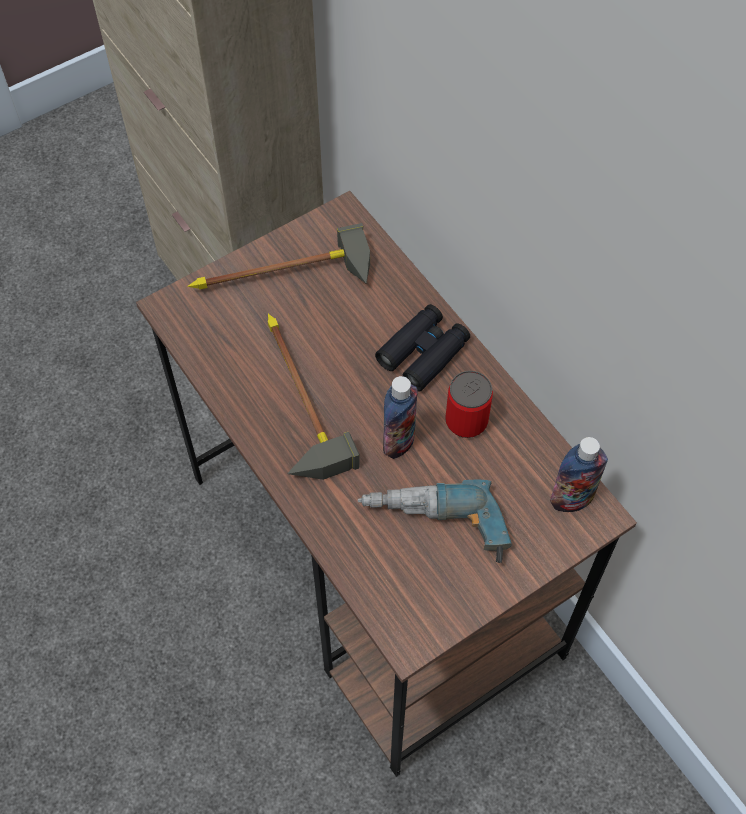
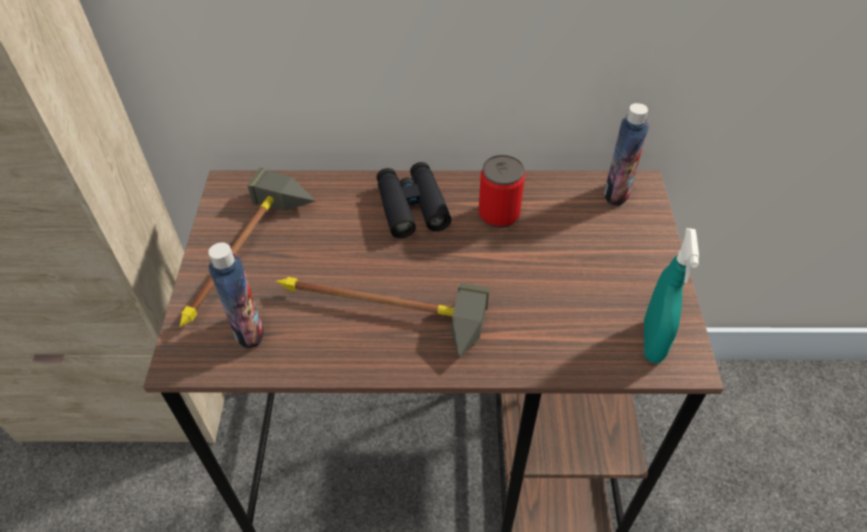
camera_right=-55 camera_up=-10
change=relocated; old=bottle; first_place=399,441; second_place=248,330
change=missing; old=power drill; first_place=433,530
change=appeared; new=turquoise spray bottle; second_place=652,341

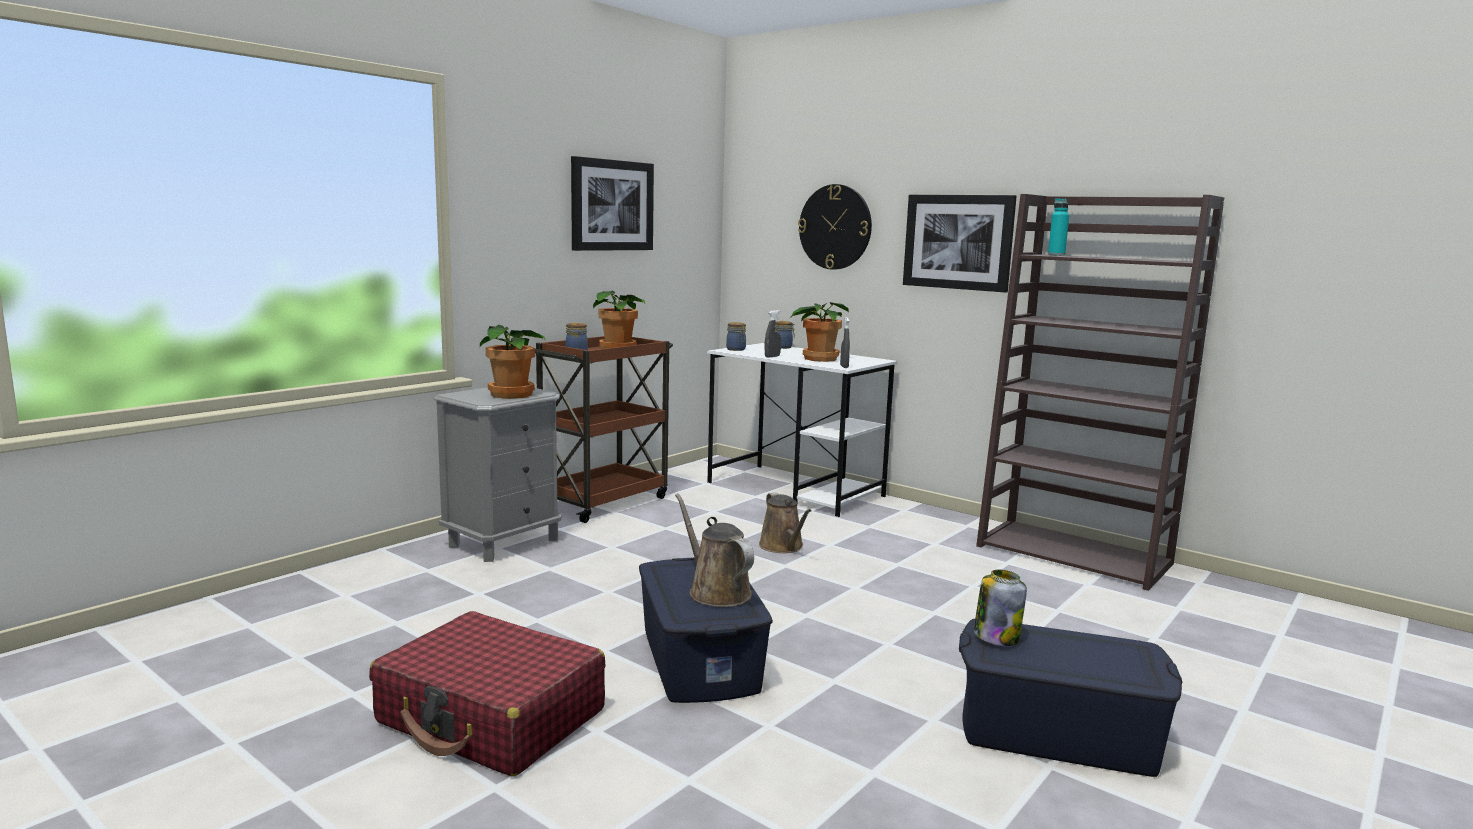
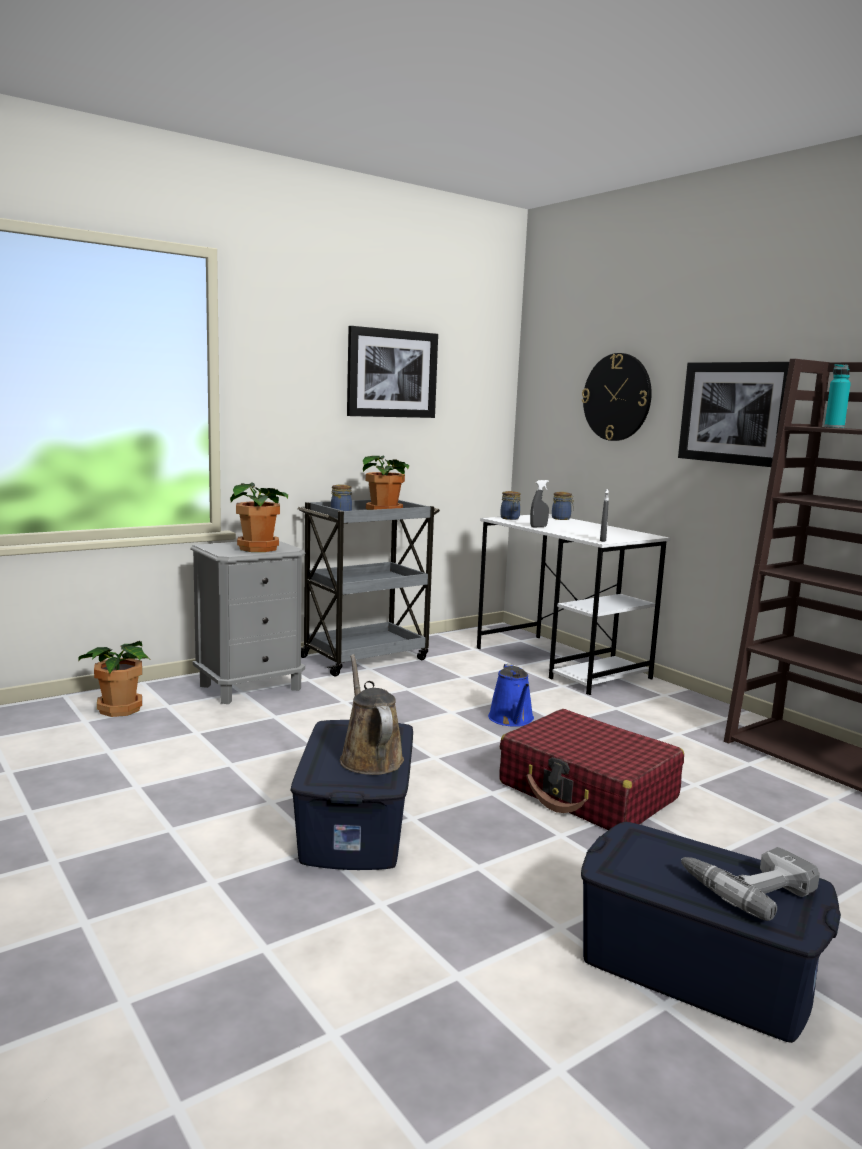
camera_right=15 camera_up=0
change=relocated; old=potted plant; first_place=819,359; second_place=119,709
change=colour; old=brown cart; new=grey cart; first_place=604,501; second_place=366,658
change=colour; old=brown watering can; new=blue watering can; first_place=783,547; second_place=512,720
change=missing; old=jar; first_place=996,637
change=relocated; old=red suitcase; first_place=491,717; second_place=588,791
change=appeared; new=power drill; second_place=747,886

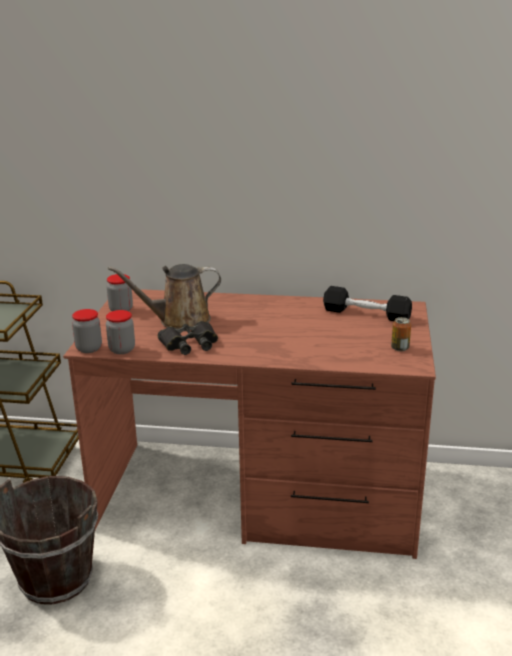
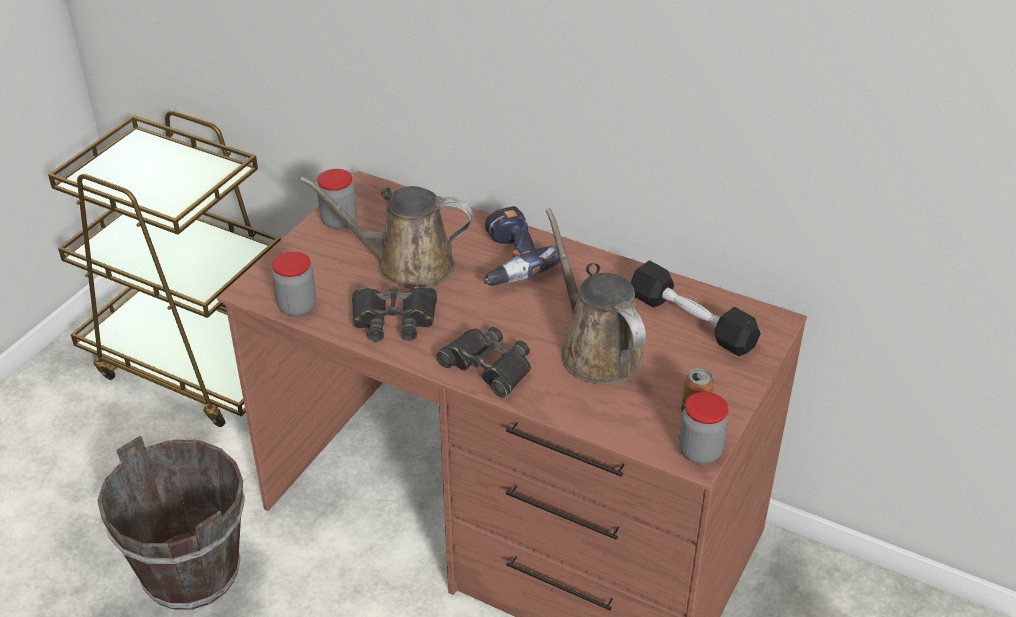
camera_right=20 camera_up=15
change=relocated; old=jar; first_place=89,348; second_place=700,451
change=appeared; new=power drill; second_place=507,260
change=appeared; new=brown watering can; second_place=596,350
change=appeared; new=black binoculars; second_place=488,366

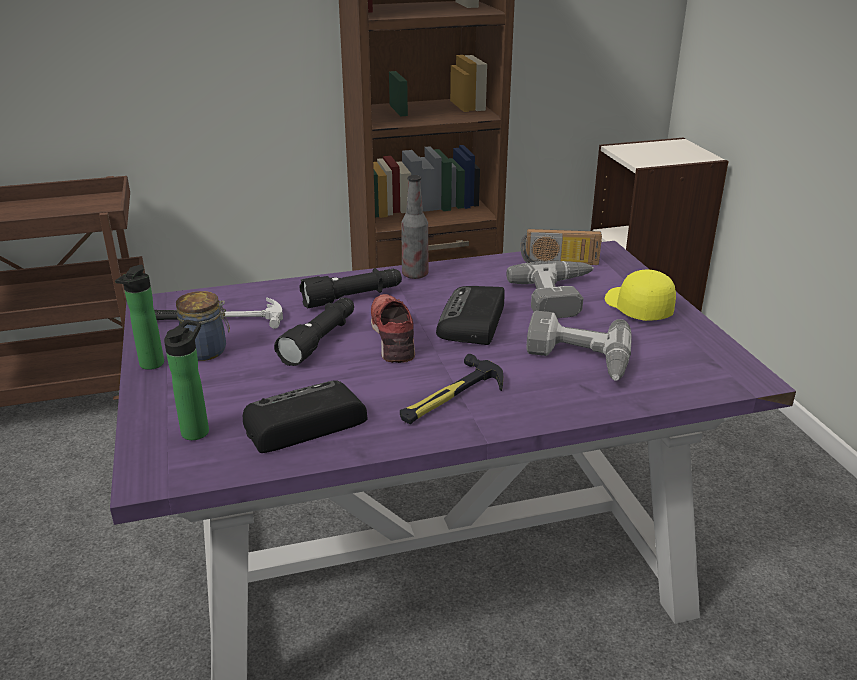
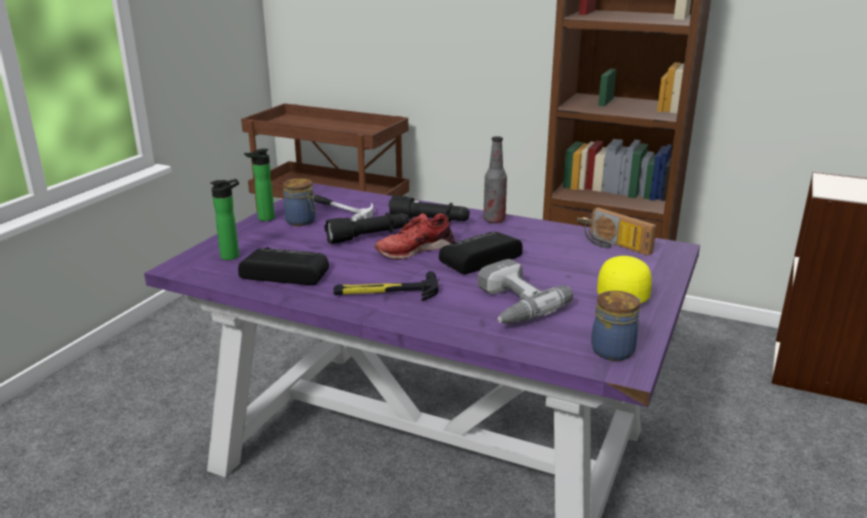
camera_right=40 camera_up=-5
change=missing; old=power drill; first_place=560,297
change=spun; old=red shoe; first_place=394,336; second_place=415,249; degrees=-150
change=appeared; new=jar; second_place=614,350

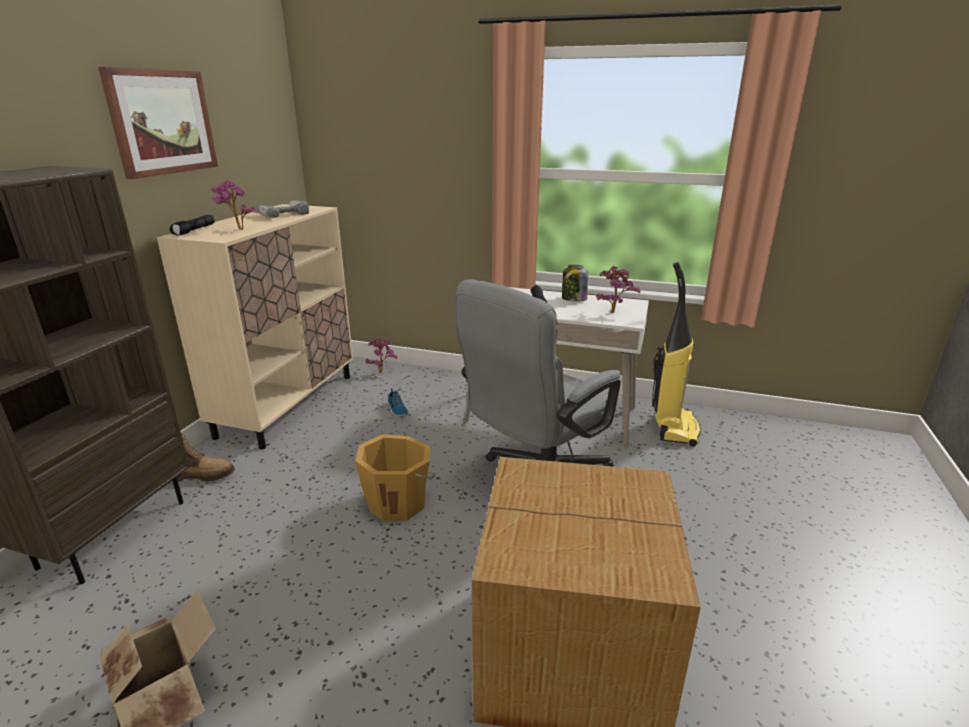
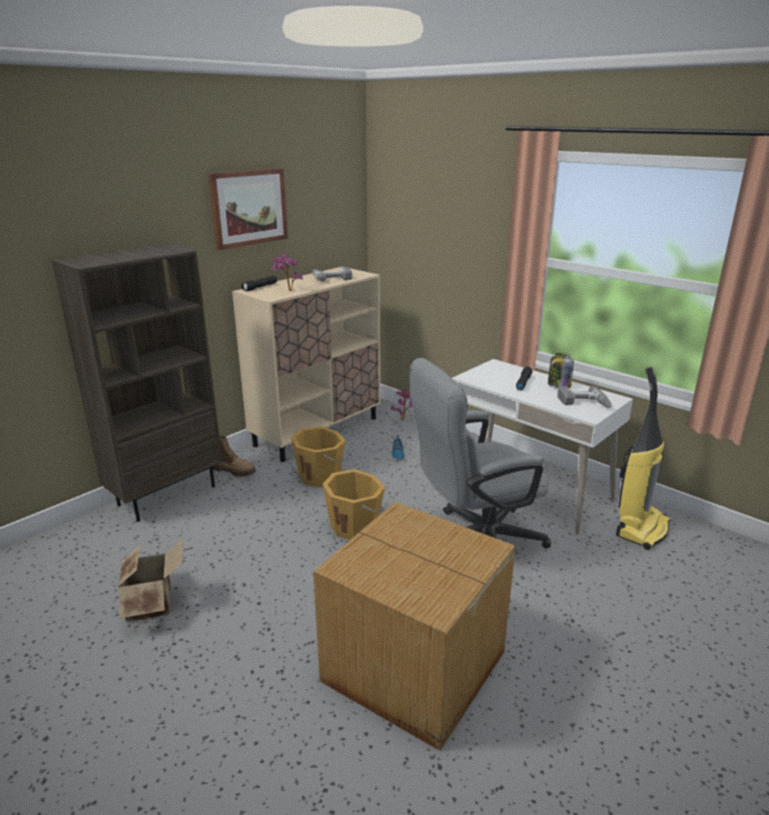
camera_right=25 camera_up=0
change=exchanged; old=potted plant; new=power drill; first_place=613,312; second_place=584,403
change=appeared; new=orange bucket; second_place=320,476

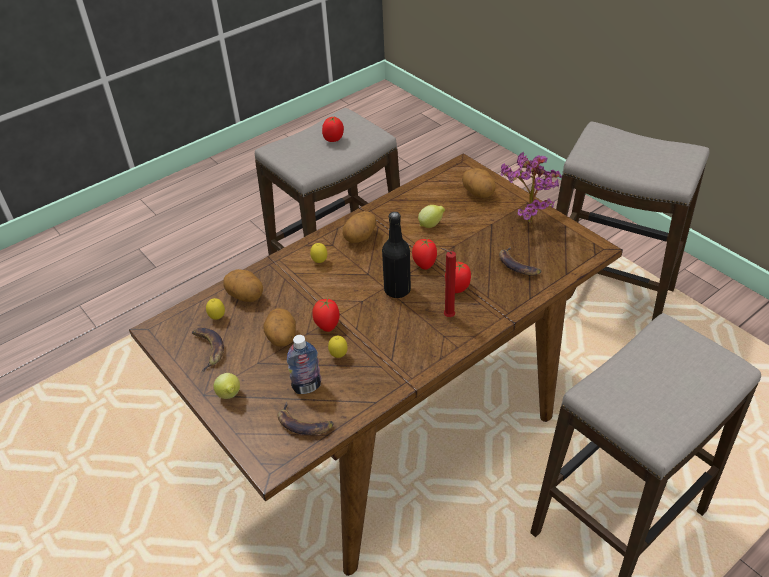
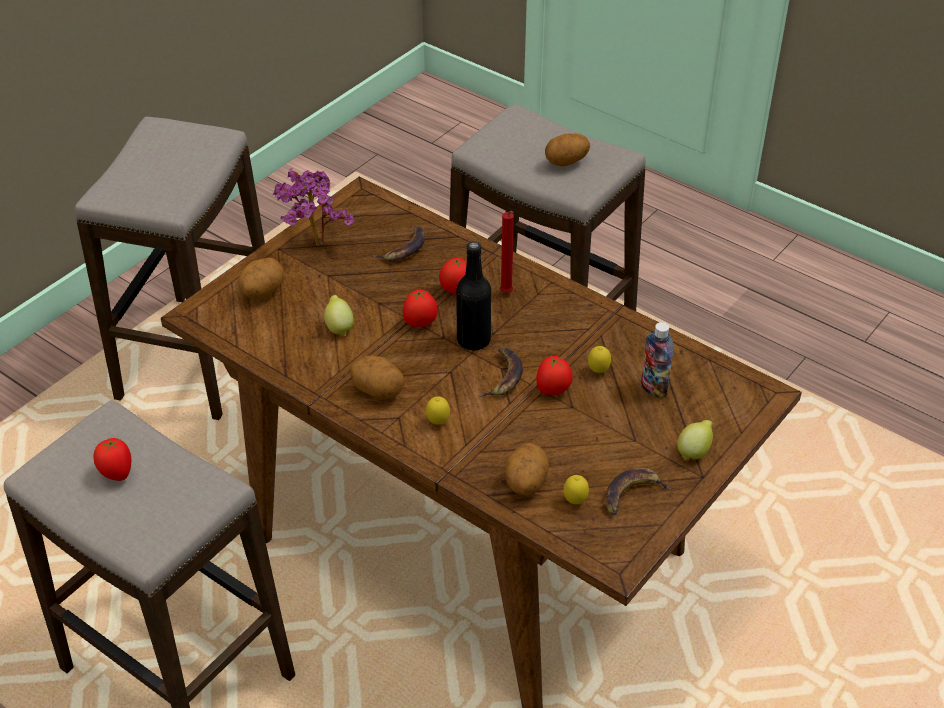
camera_right=-105 camera_up=0
change=relocated; old=potato; first_place=281,338; second_place=566,163
change=relocated; old=banana; first_place=304,423; second_place=503,376

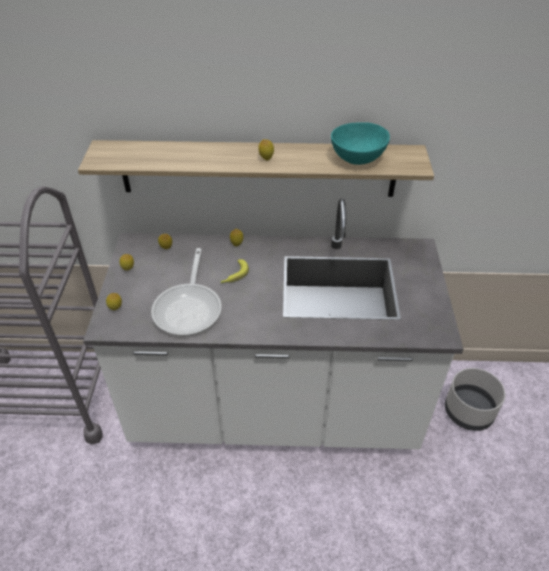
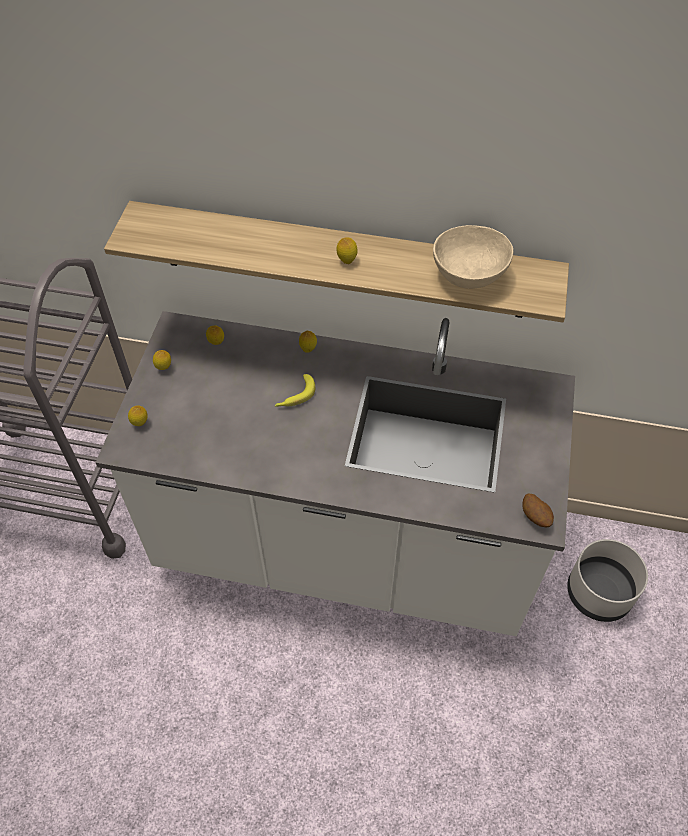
camera_right=10 camera_up=10
change=colour; old=turquoise bowl; new=beige bowl; first_place=359,159; second_place=470,277
change=missing; old=frying pan; first_place=189,308
change=appeared; new=potato; second_place=535,517

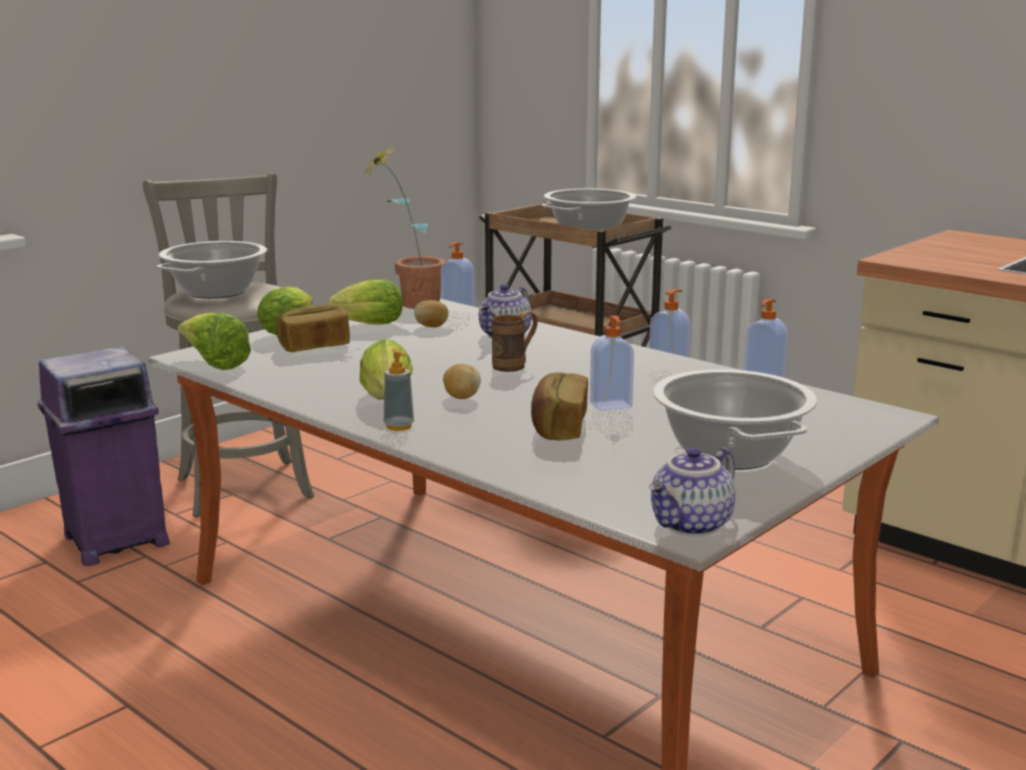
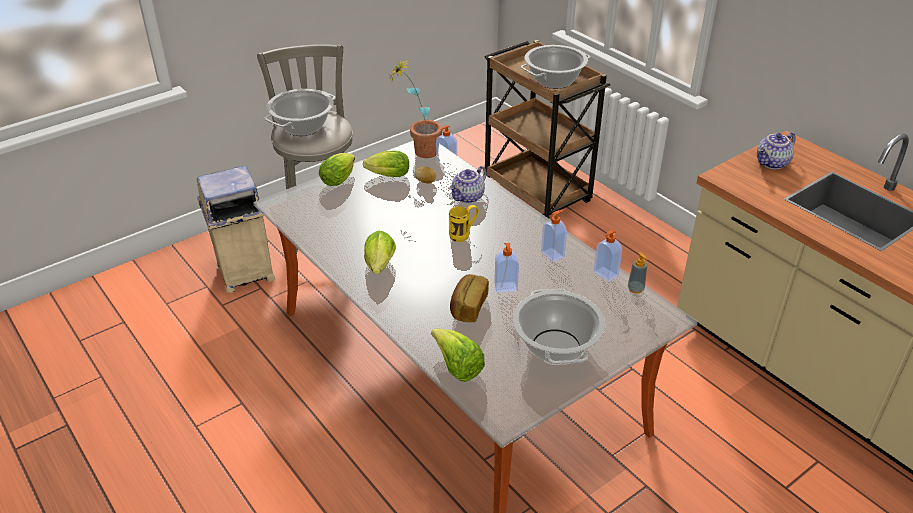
camera_right=10 camera_up=20
change=missing; old=bread; first_place=315,346
change=colour; old=brown mug; new=yellow mug; first_place=515,365; second_place=463,235
change=relocated; old=lettuce; first_place=214,364; second_place=457,367
change=colour; old=purple trash can; new=beige trash can; first_place=114,541; second_place=244,273
change=relocated; old=soap dispenser; first_place=399,426; second_place=635,289
change=missing; old=potato; first_place=461,397
change=relocated; old=teapot; first_place=692,525; second_place=772,163

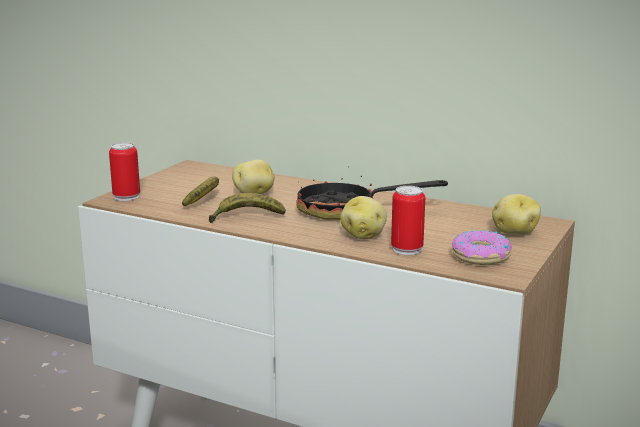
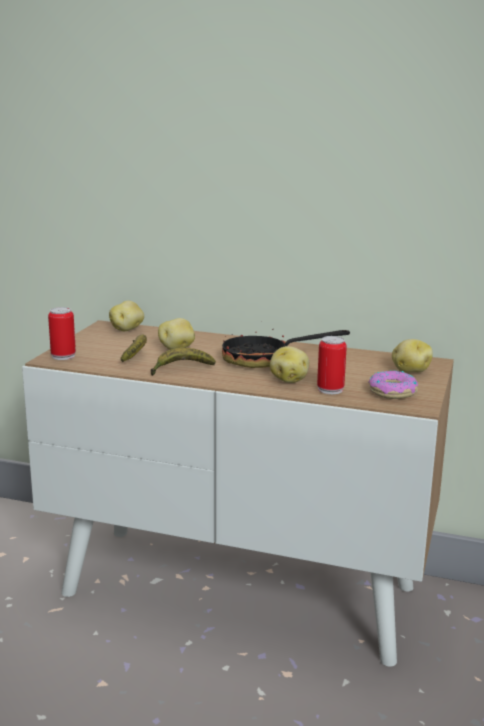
camera_right=-10 camera_up=0
change=appeared; new=potato; second_place=127,329

